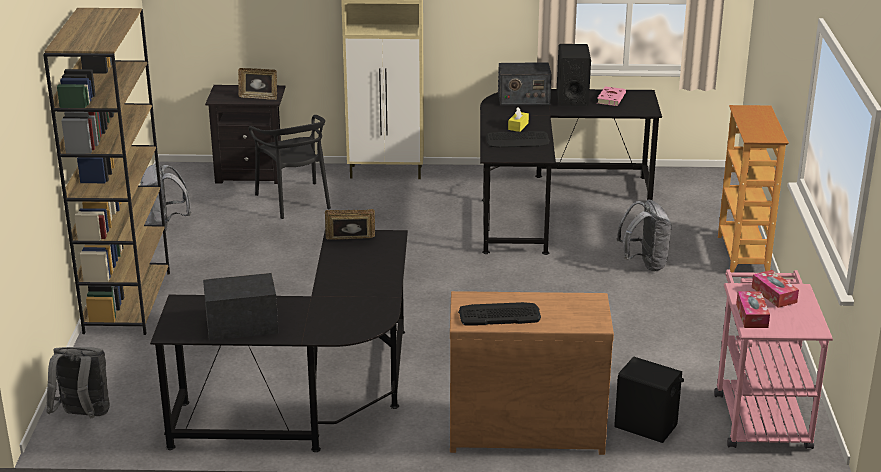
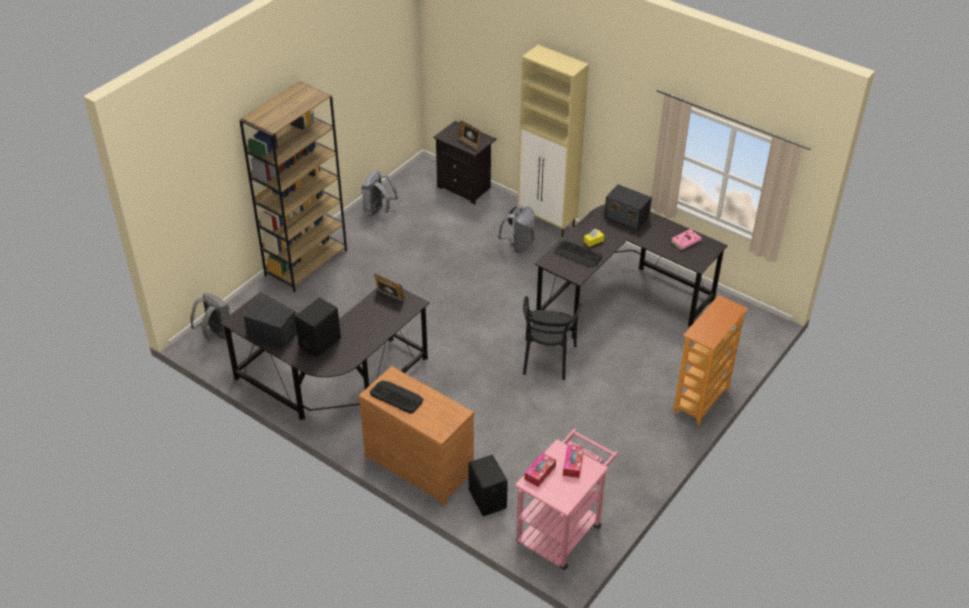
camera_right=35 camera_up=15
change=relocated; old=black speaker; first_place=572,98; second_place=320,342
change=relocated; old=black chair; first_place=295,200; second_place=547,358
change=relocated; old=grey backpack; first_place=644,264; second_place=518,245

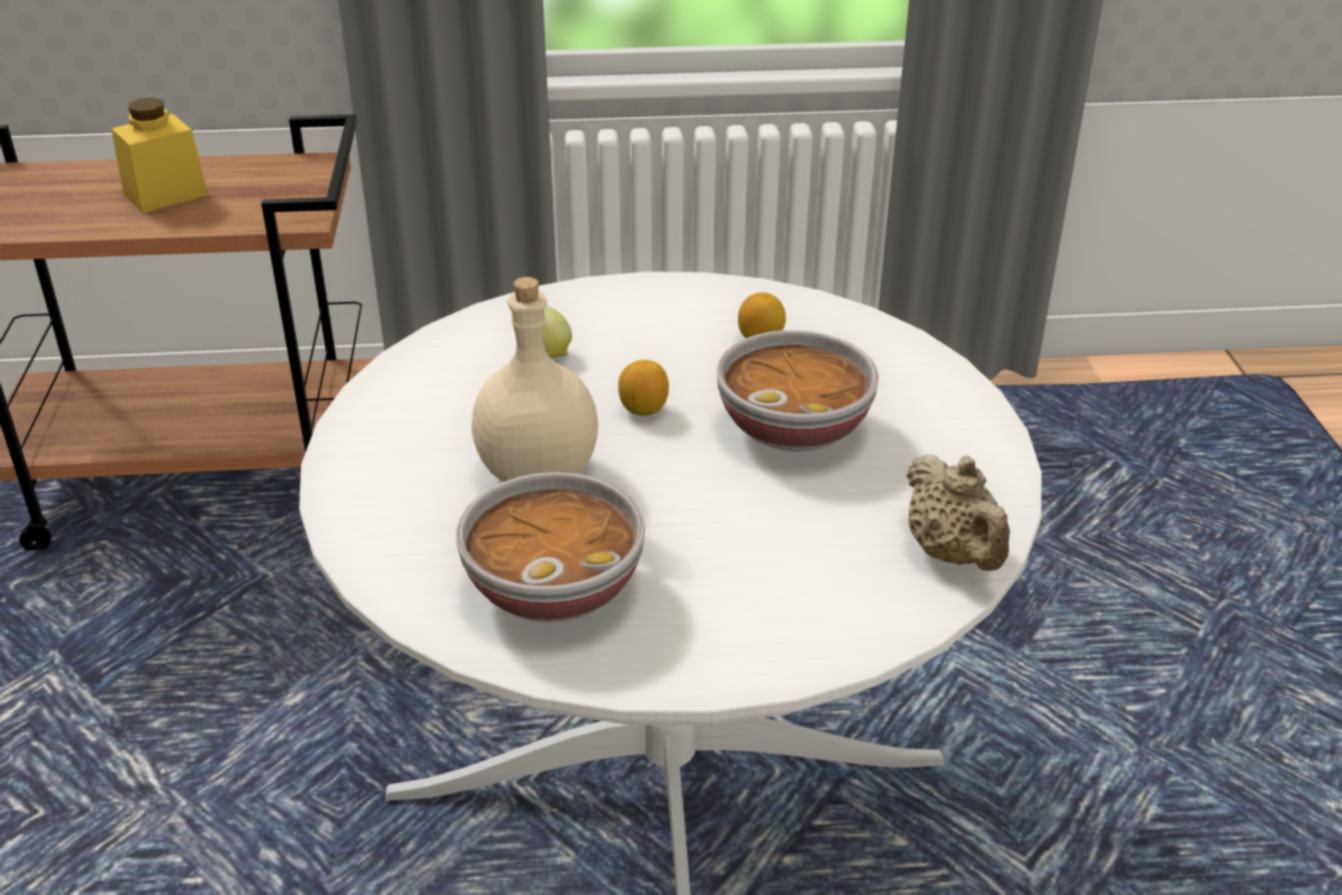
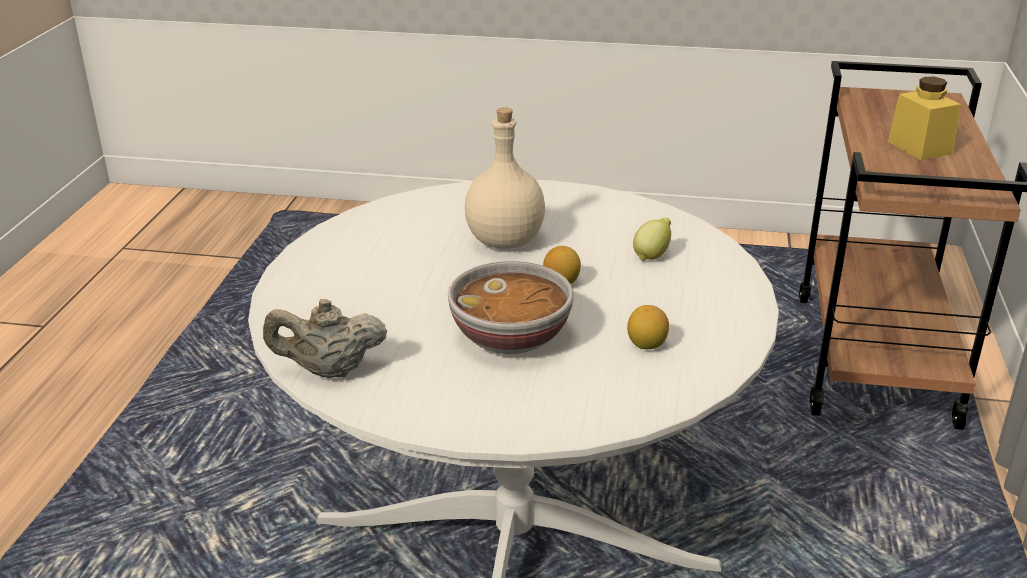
camera_right=105 camera_up=-5
change=missing; old=bowl; first_place=553,587

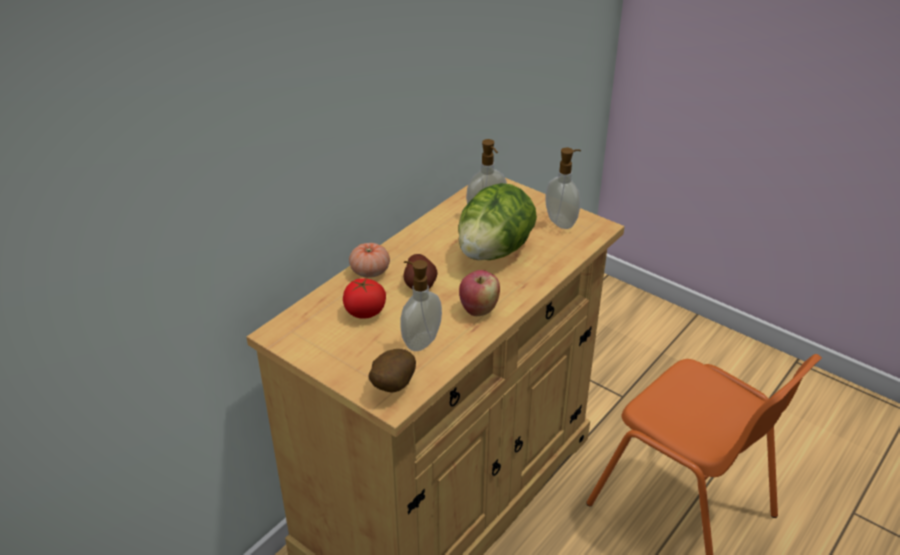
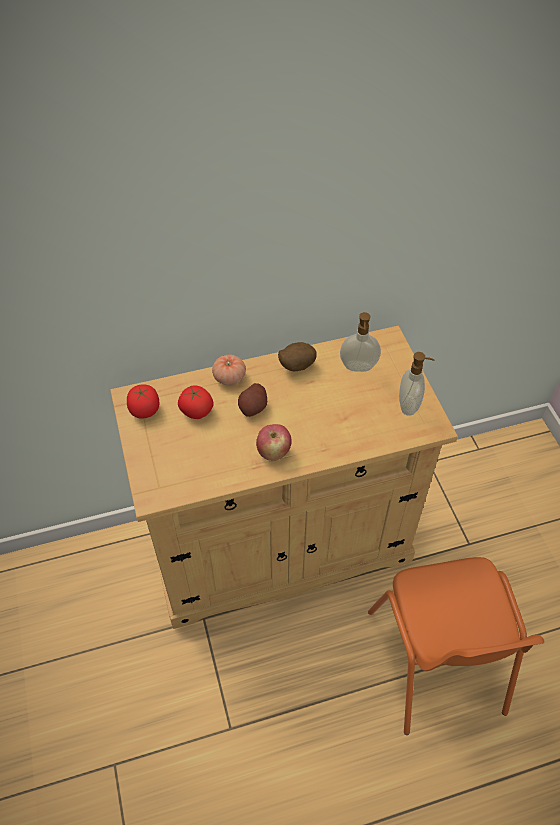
camera_right=35 camera_up=15
change=missing; old=lettuce; first_place=494,251
change=missing; old=soap dispenser; first_place=420,341
change=relocated; old=potato; first_place=391,386; second_place=296,366
change=appeared; new=tomato; second_place=144,410

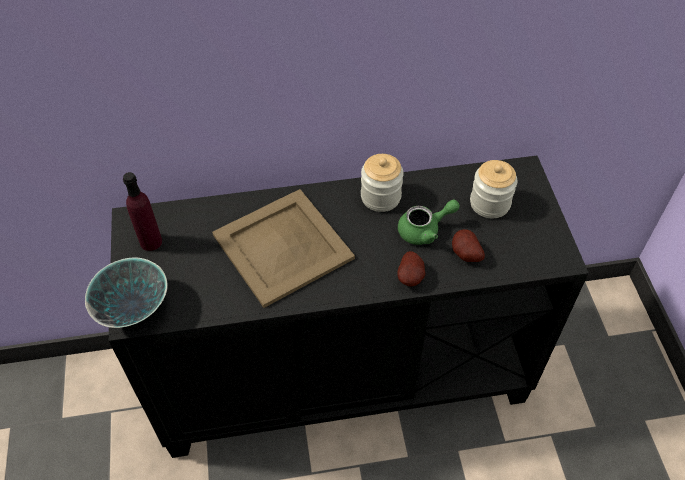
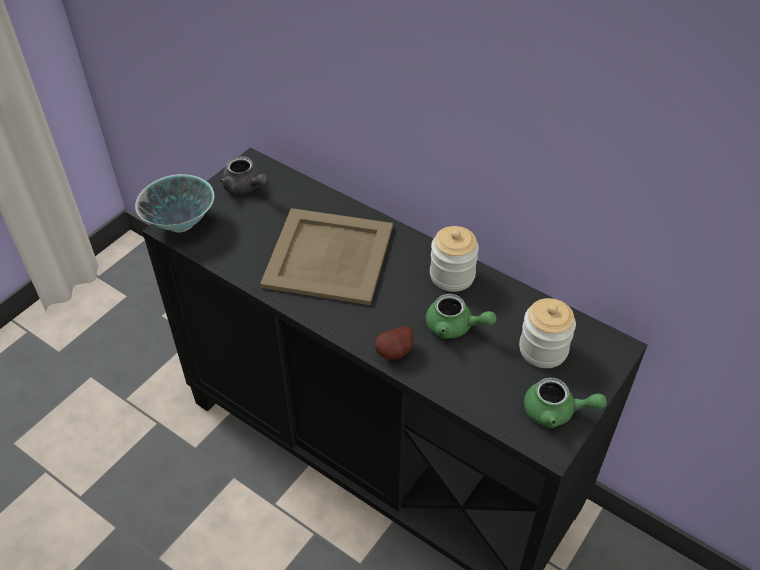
camera_right=45 camera_up=-5
change=exchanged; old=purple bottle; new=grey teapot; first_place=151,242; second_place=245,187
change=missing; old=potato; first_place=464,255
change=appeared; new=green teapot; second_place=556,412

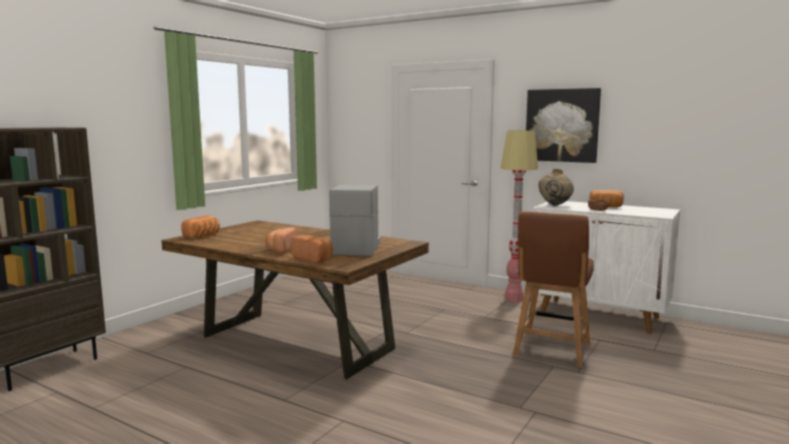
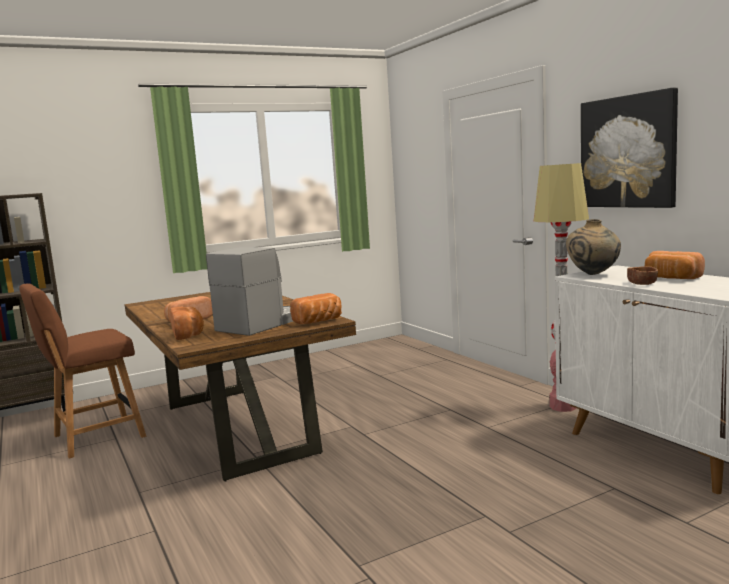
camera_right=30 camera_up=0
change=relocated; old=brown chair; first_place=551,351; second_place=94,437
change=relocated; old=bread; first_place=203,236; second_place=319,321

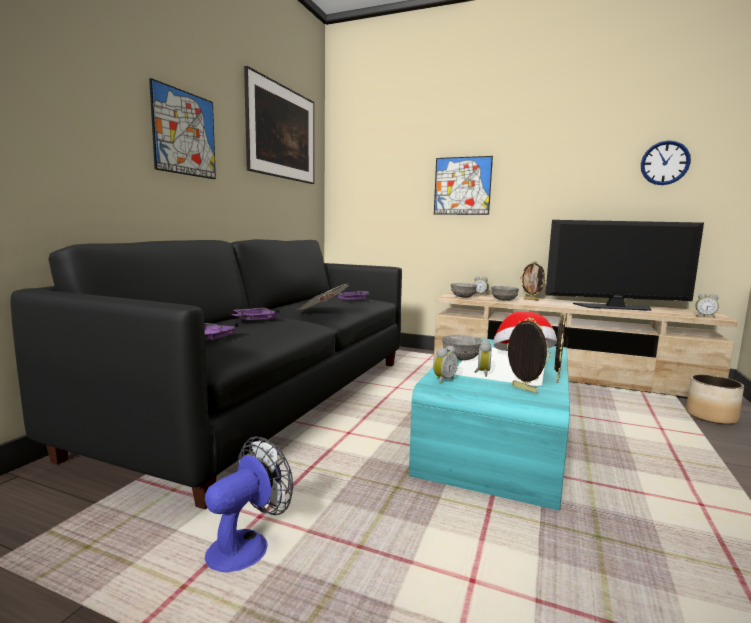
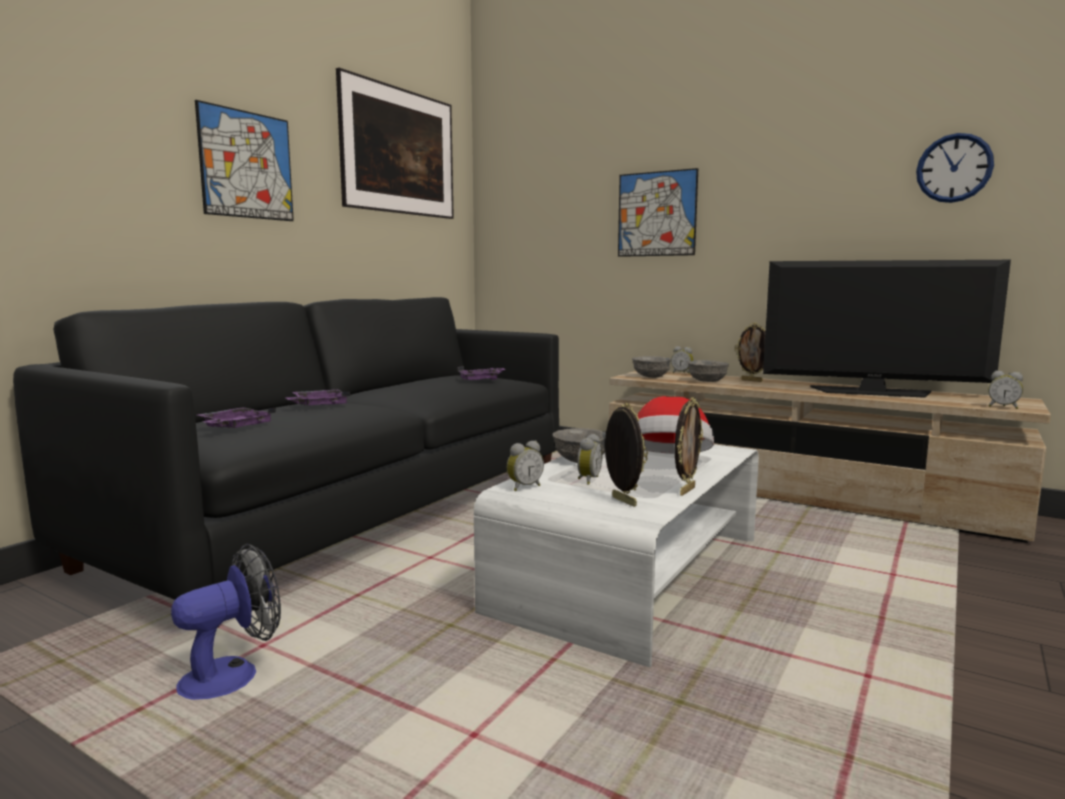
camera_right=10 camera_up=0
change=missing; old=newspaper; first_place=322,311
change=colour; old=turquoise coffee table; new=white coffee table; first_place=497,438; second_place=631,574
change=missing; old=planter; first_place=711,417

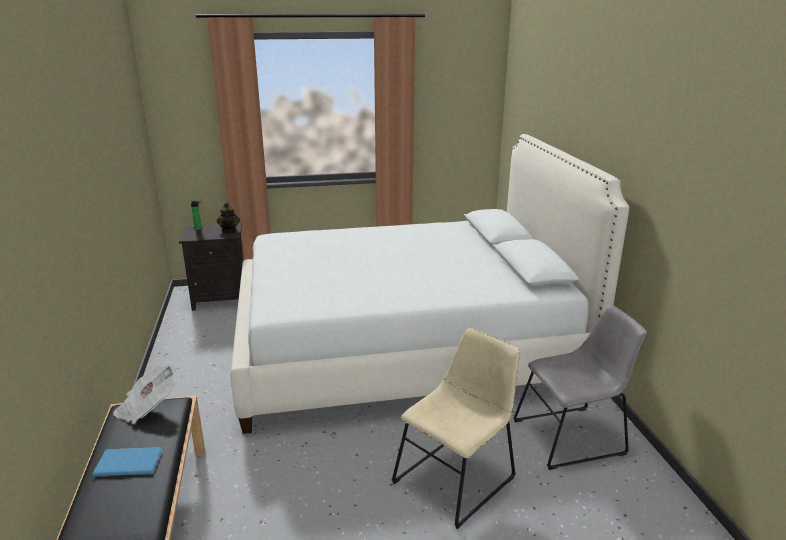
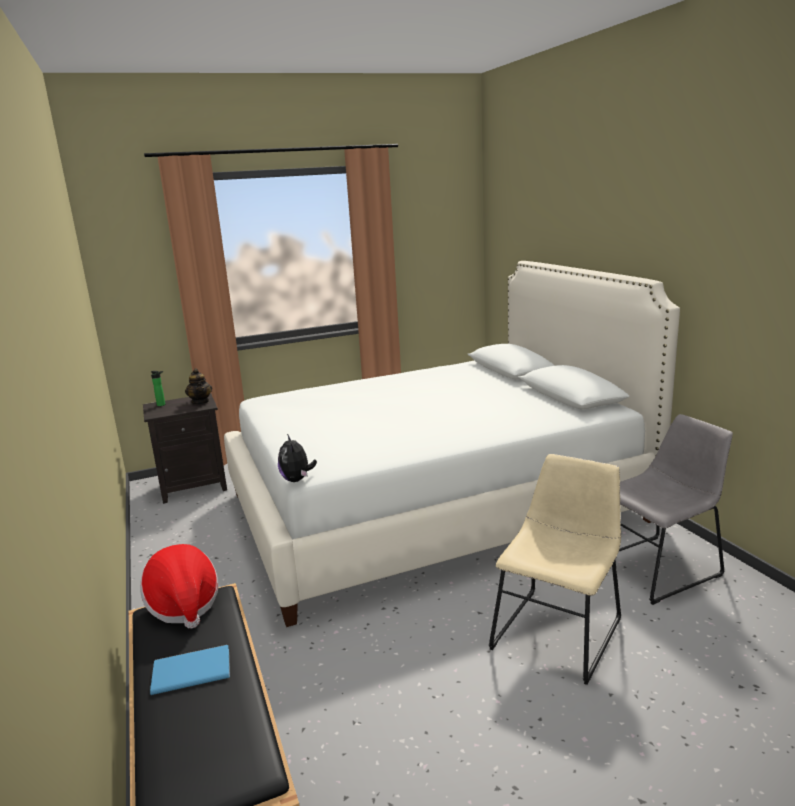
camera_right=-10 camera_up=-5
change=exchanged; old=newspaper; new=hat; first_place=147,407; second_place=183,605
change=appeared; new=plush toy; second_place=297,480

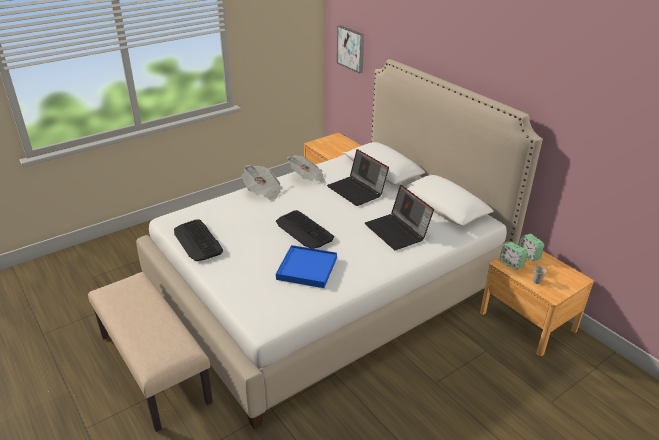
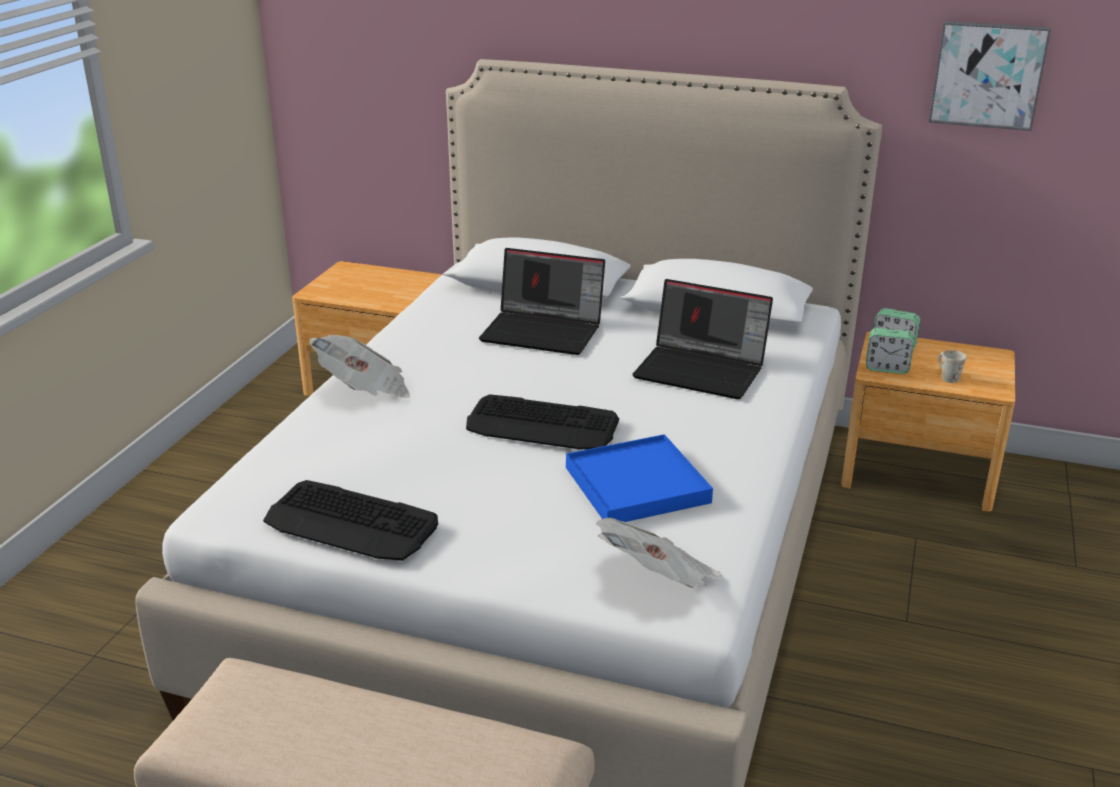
camera_right=-35 camera_up=-5
change=relocated; old=picture; first_place=351,48; second_place=988,75
change=relocated; old=newspaper; first_place=307,178; second_place=658,581

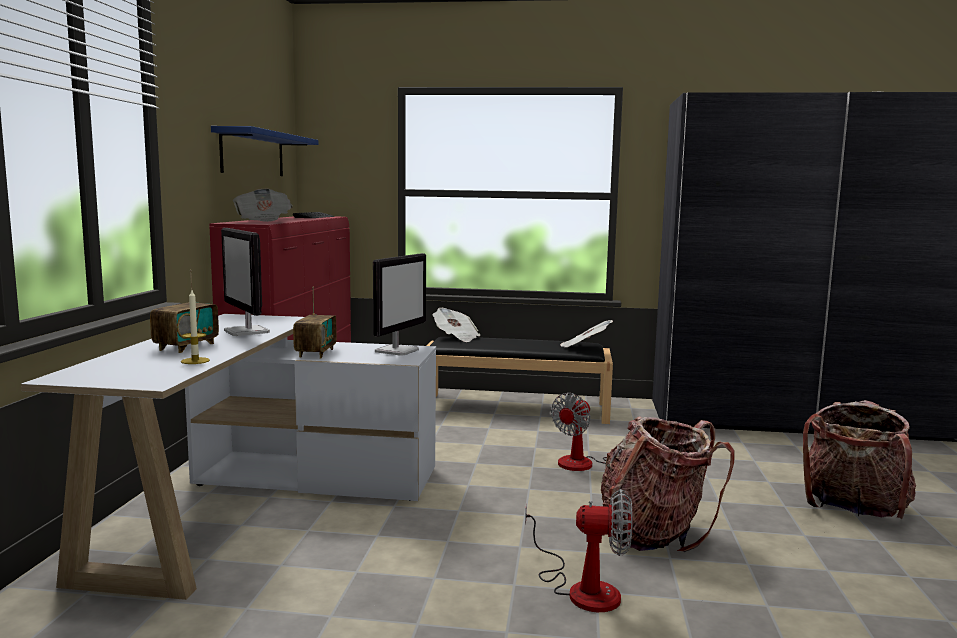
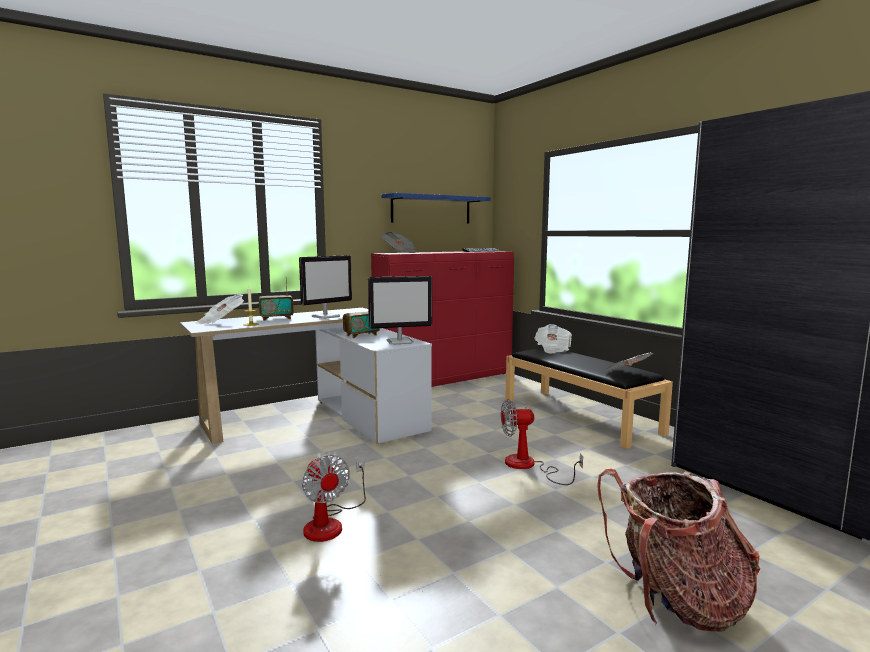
camera_right=50 camera_up=0
change=spun; old=monitor; first_place=247,332; second_place=326,316; degrees=-150
change=missing; old=backpack; first_place=654,533
change=appeared; new=newspaper; second_place=220,321

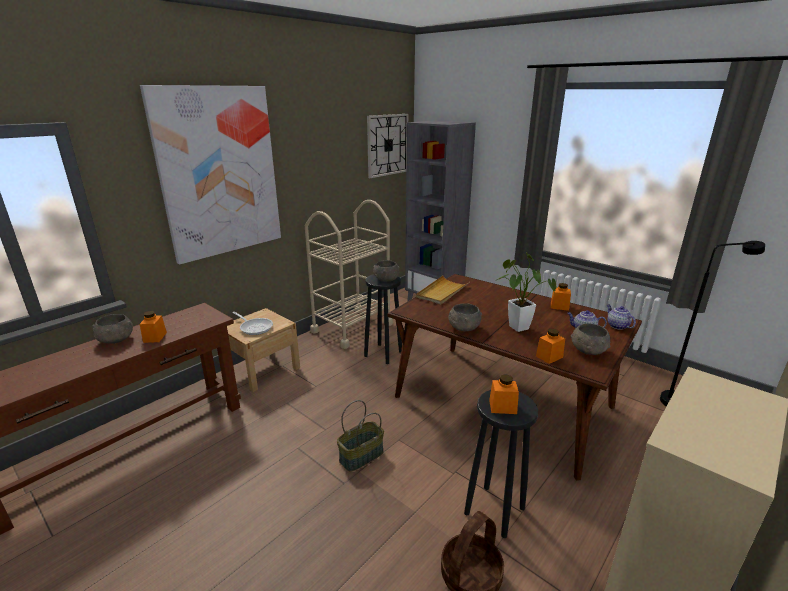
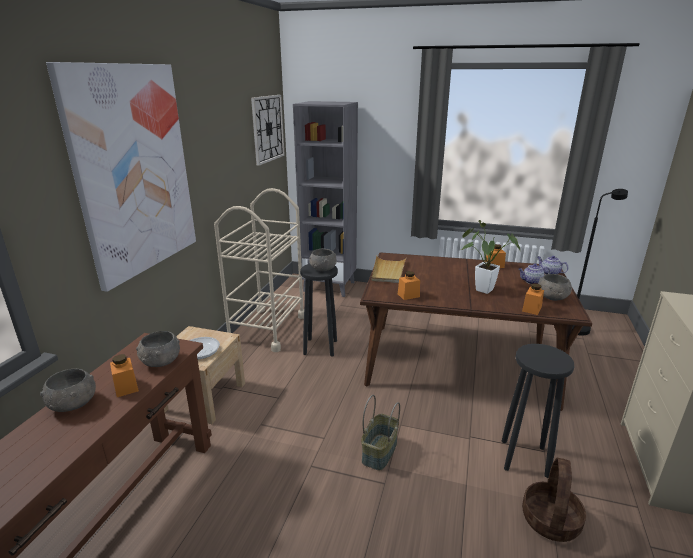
camera_right=-25 camera_up=0
change=relocated; old=grey bowl; first_place=463,328; second_place=160,362
change=relocated; old=orange jar; first_place=502,407; second_place=408,295

